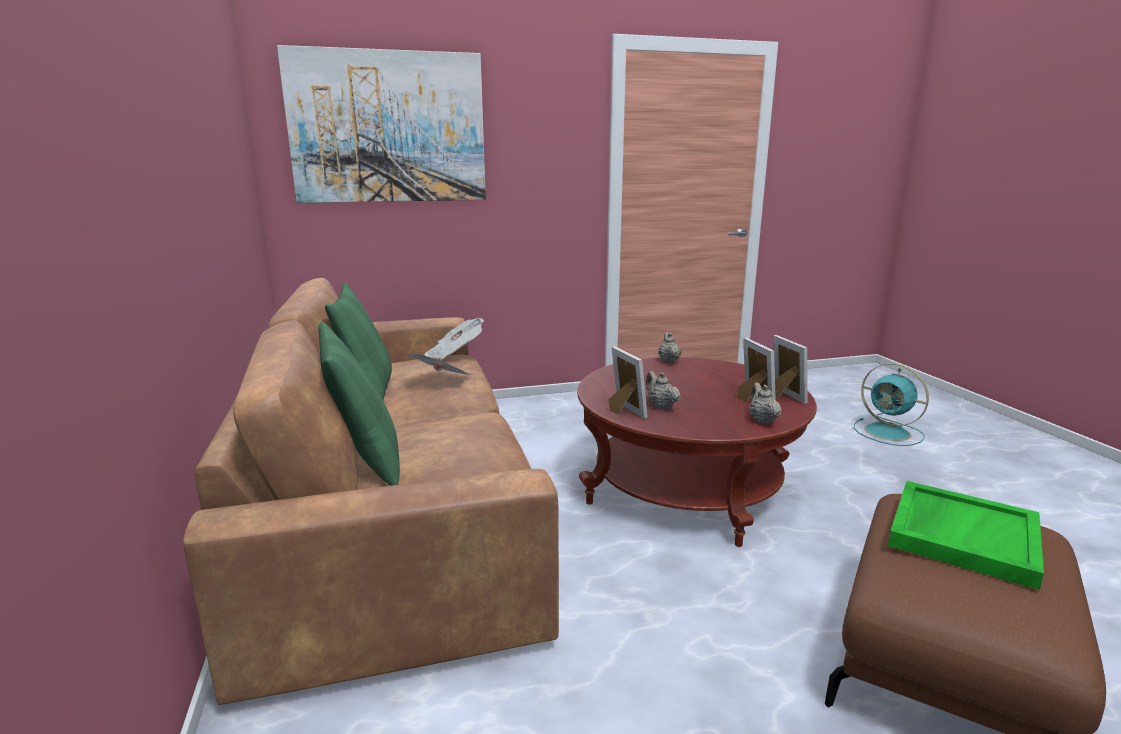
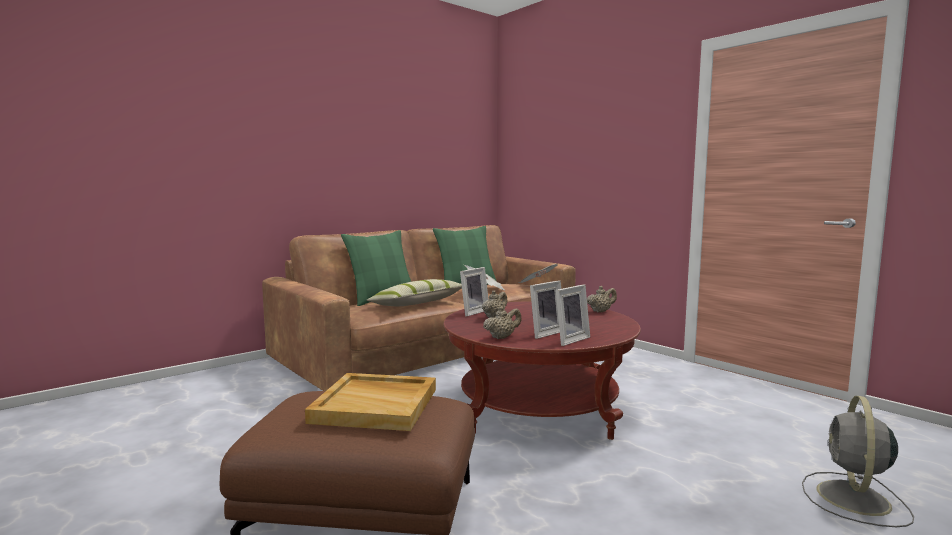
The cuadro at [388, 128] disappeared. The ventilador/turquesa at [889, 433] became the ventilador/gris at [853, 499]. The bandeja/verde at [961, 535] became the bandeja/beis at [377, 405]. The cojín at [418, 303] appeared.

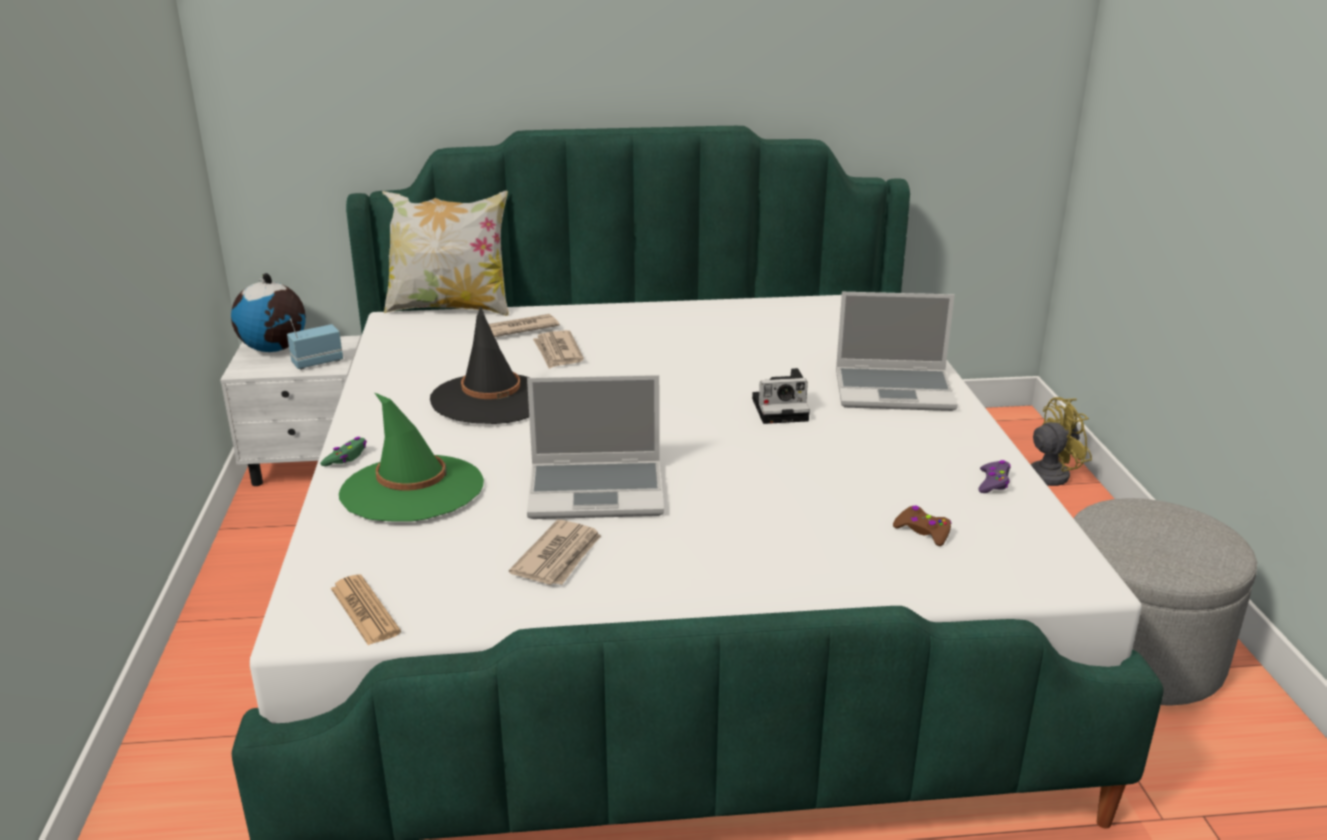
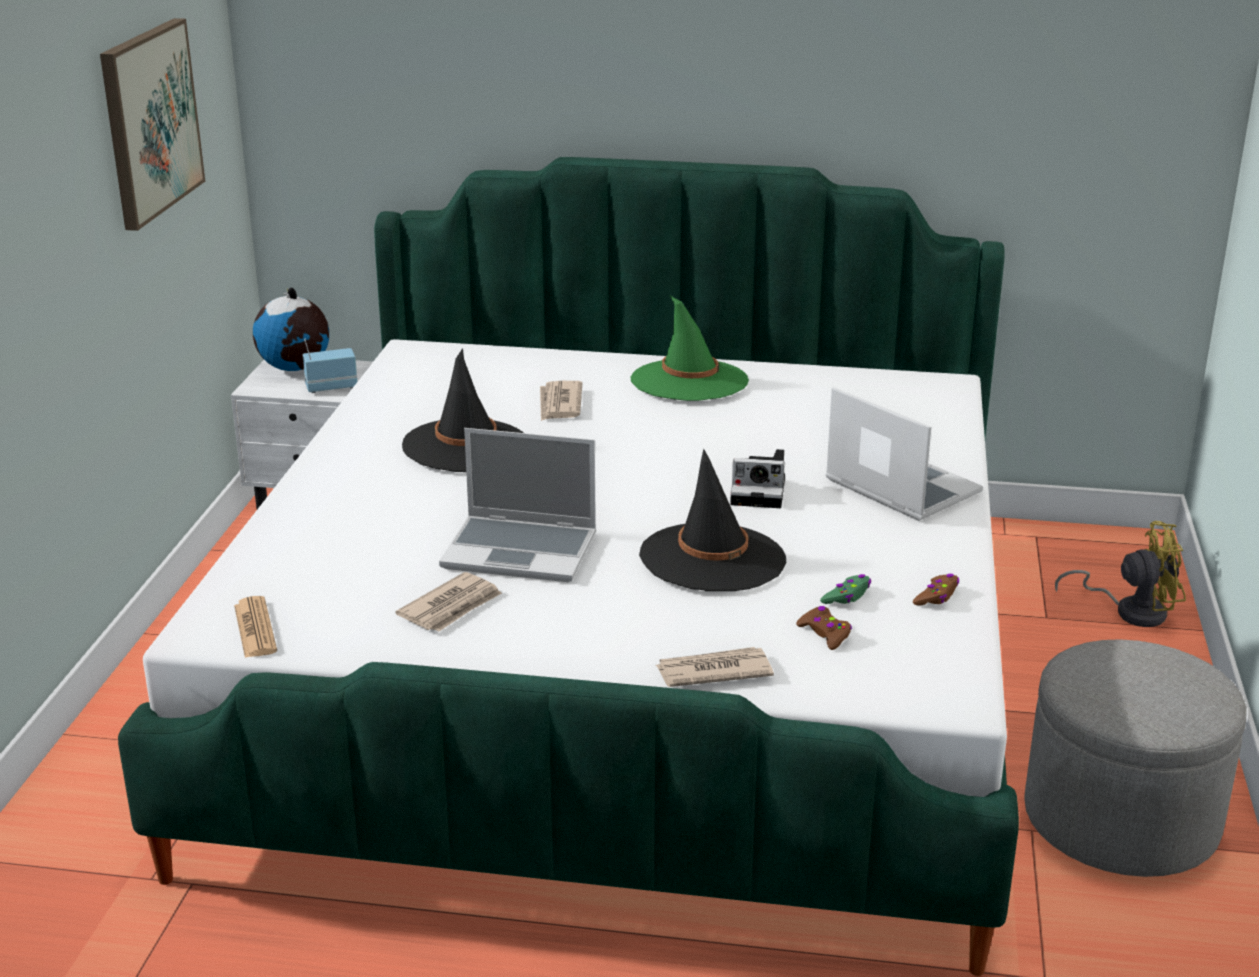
The cojín at [450, 307] disappeared. The portátil at [895, 390] turned 150 degrees counterclockwise. The periódico moved from [520, 329] to [712, 671]. The sombrero/verde moved from [412, 489] to [689, 381]. The mando de consola/verde moved from [346, 457] to [847, 596]. The mando de consola/morado at [993, 483] became the mando de consola/marrón at [936, 596]. The cuadro at [150, 121] appeared. The sombrero/negro at [712, 558] appeared.

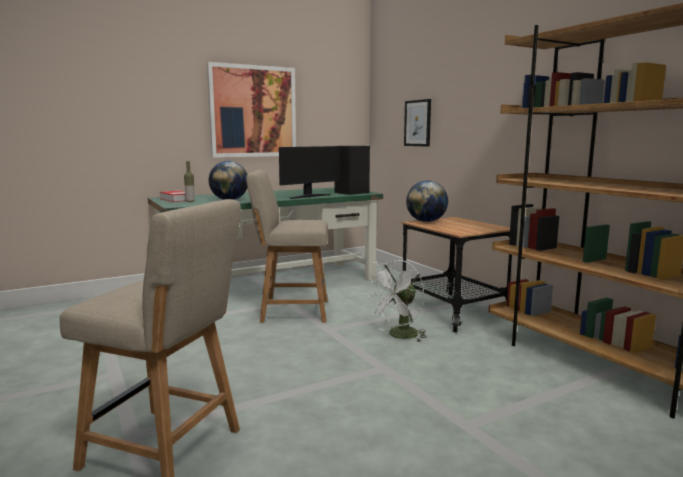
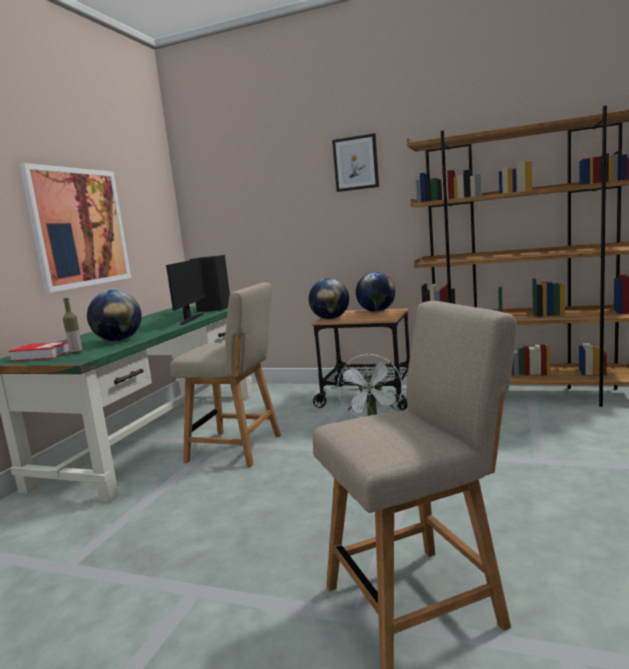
The cuadro moved from [417, 123] to [355, 163]. The silla/beis at [291, 311] turned 120 degrees counterclockwise. The globo terráqueo at [376, 311] appeared.

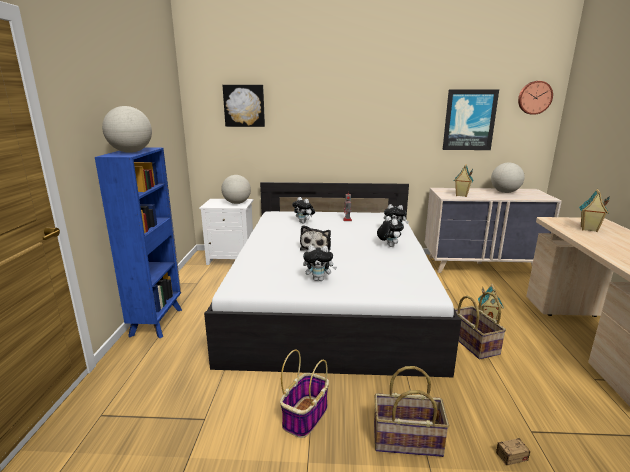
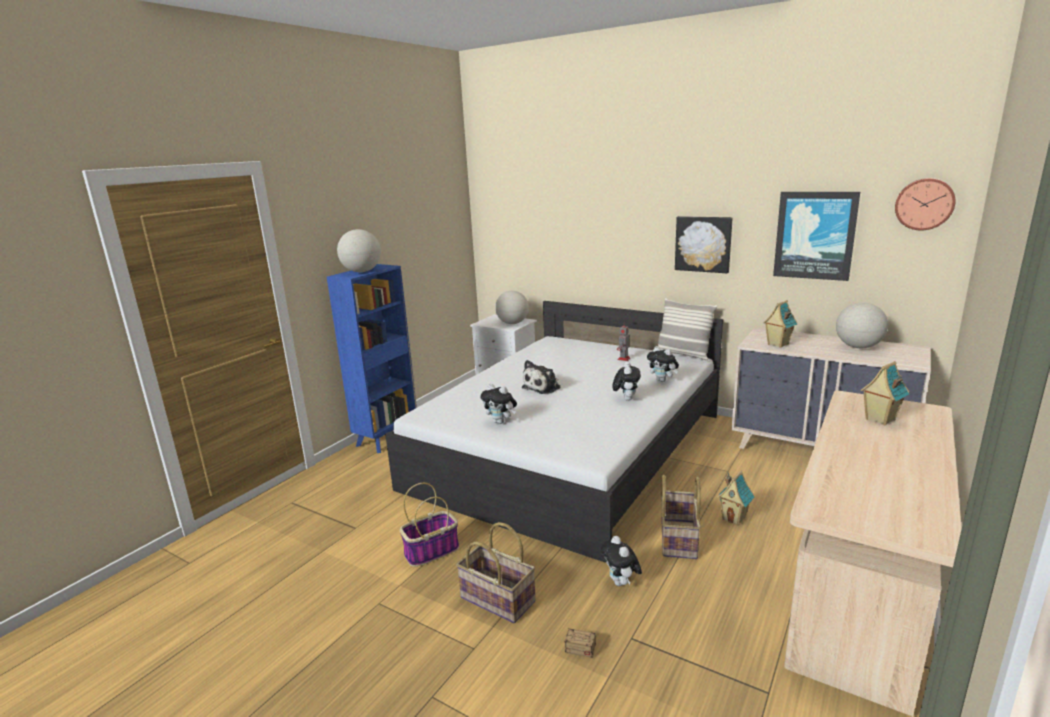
The cuadro moved from [244, 105] to [703, 244]. The peluche moved from [304, 222] to [621, 583]. The cojín at [683, 354] appeared.

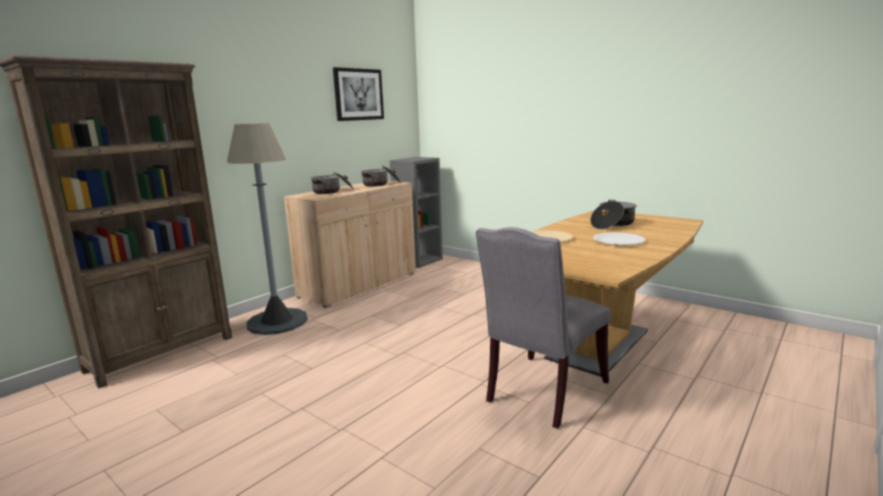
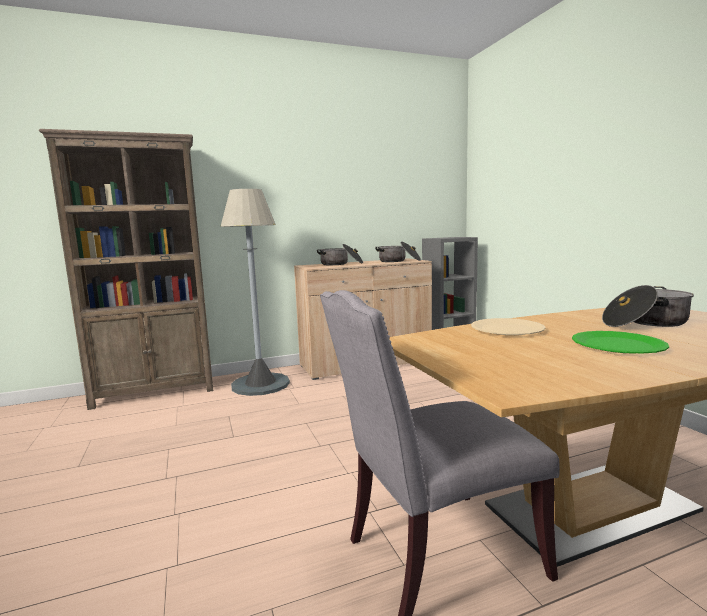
The cuadro at [358, 94] disappeared. The plato/blanco at [618, 241] became the plato/verde at [617, 345].

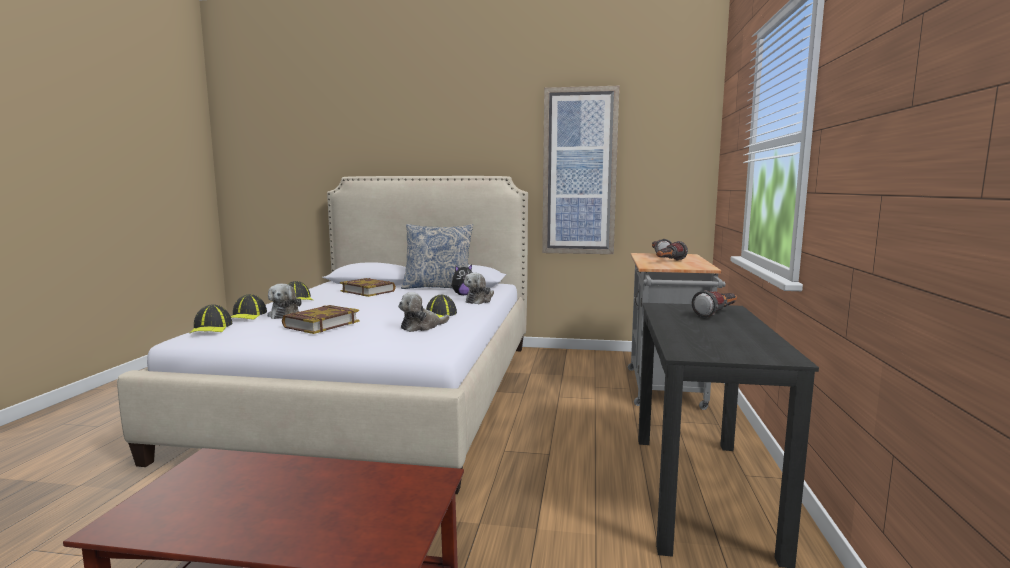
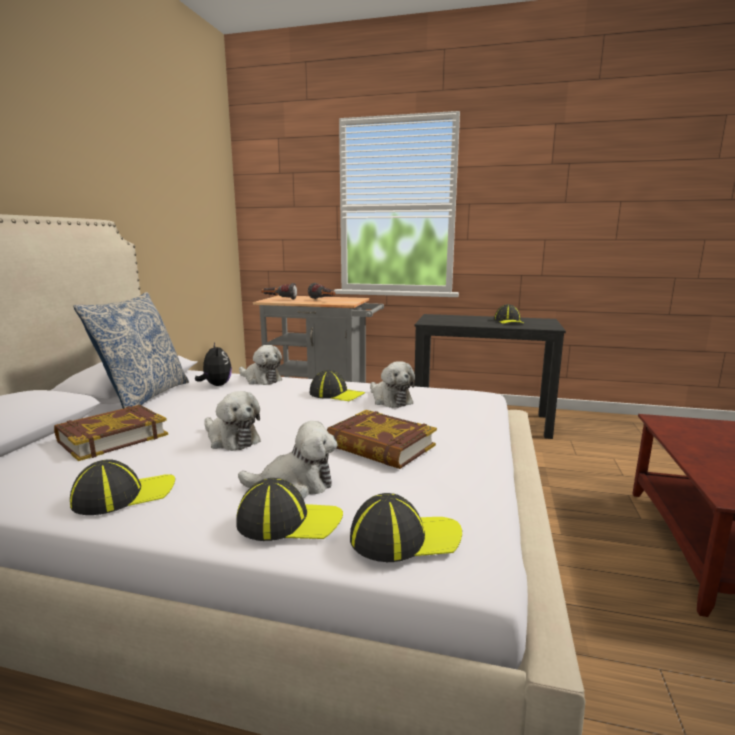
The cuadro at [579, 172] disappeared. The linterna at [717, 314] disappeared. The gorra at [509, 321] appeared. The peluche at [231, 439] appeared.

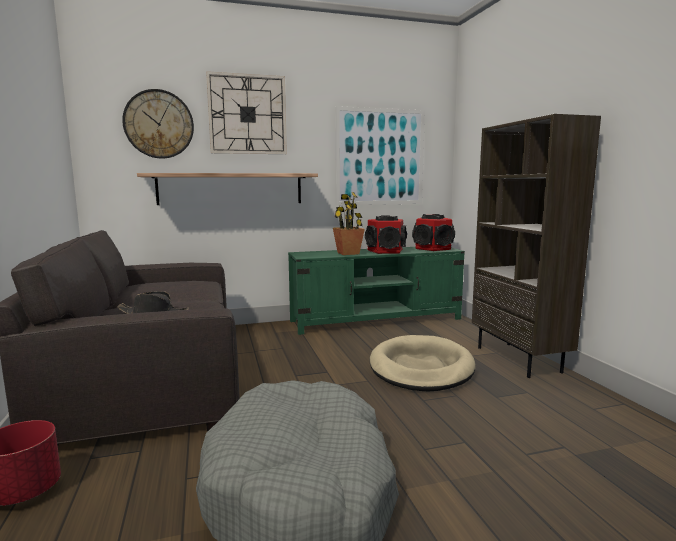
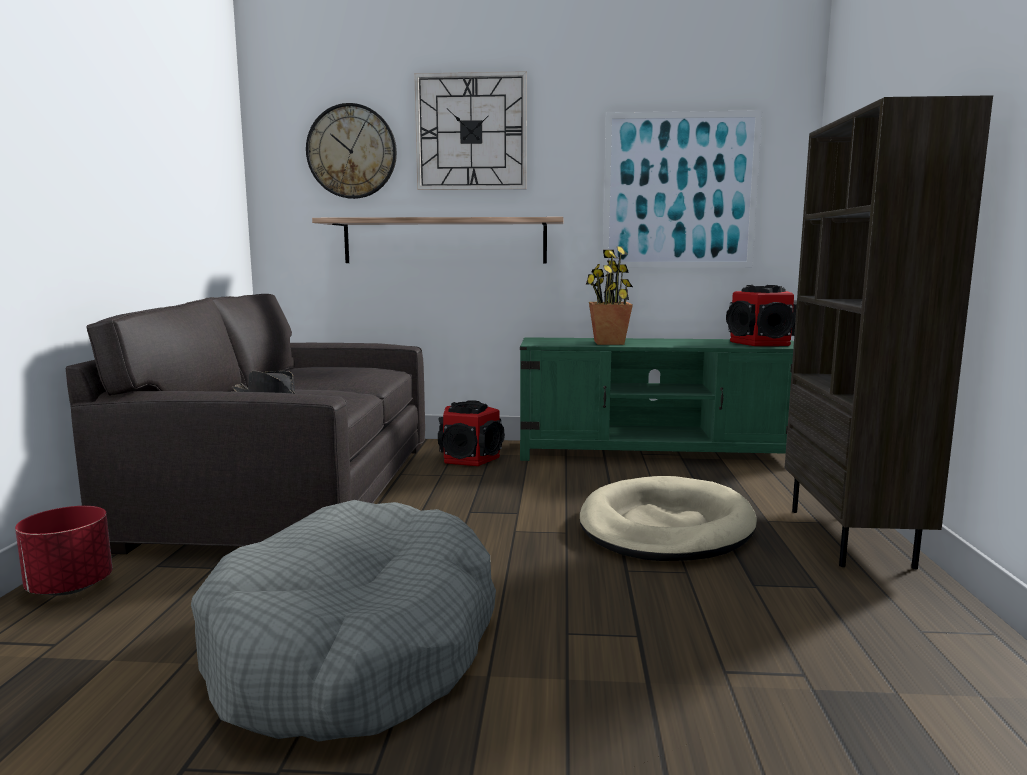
The altavoz moved from [386, 251] to [470, 458].

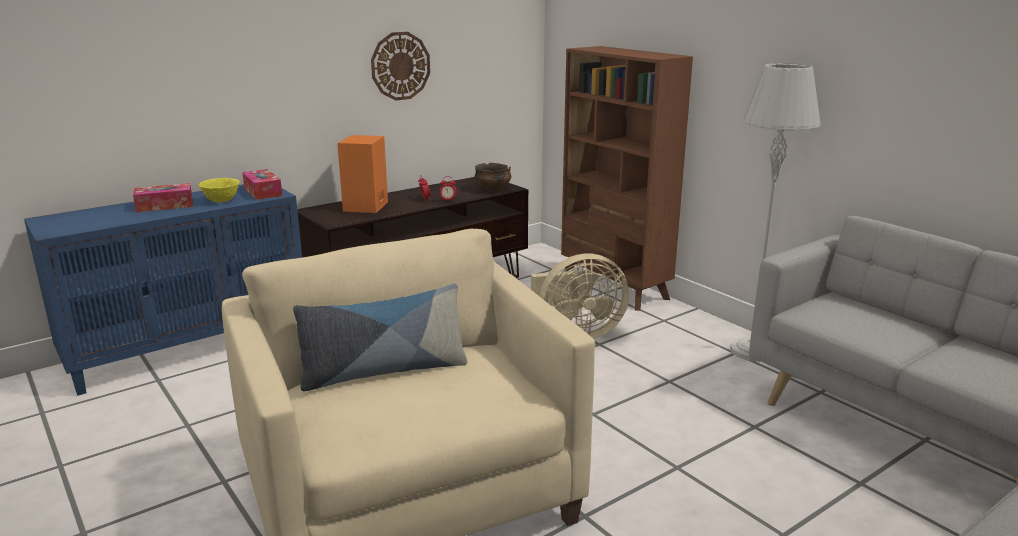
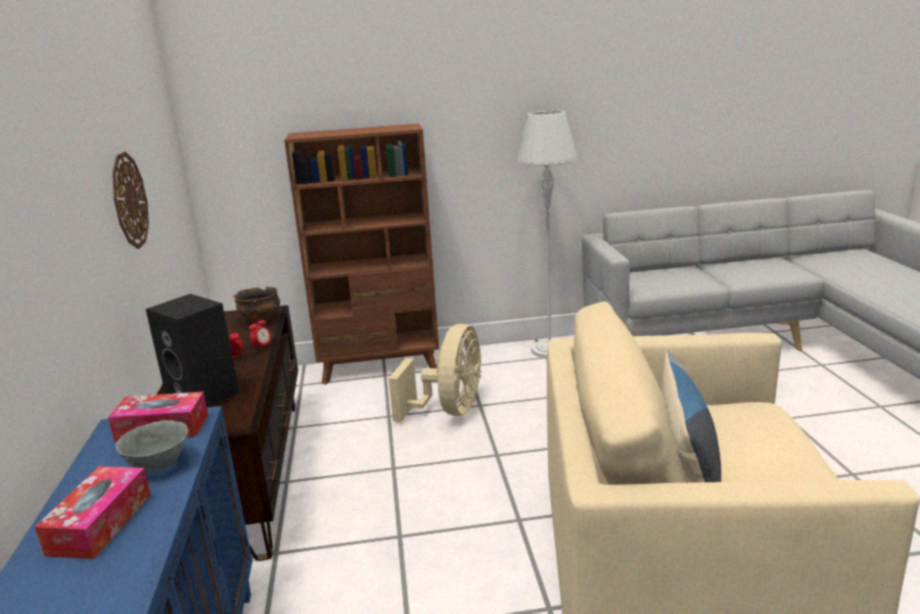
The altavoz/naranja at [366, 207] became the altavoz/negro at [205, 395]. The cuenco/amarillo at [221, 201] became the cuenco/gris at [159, 466].

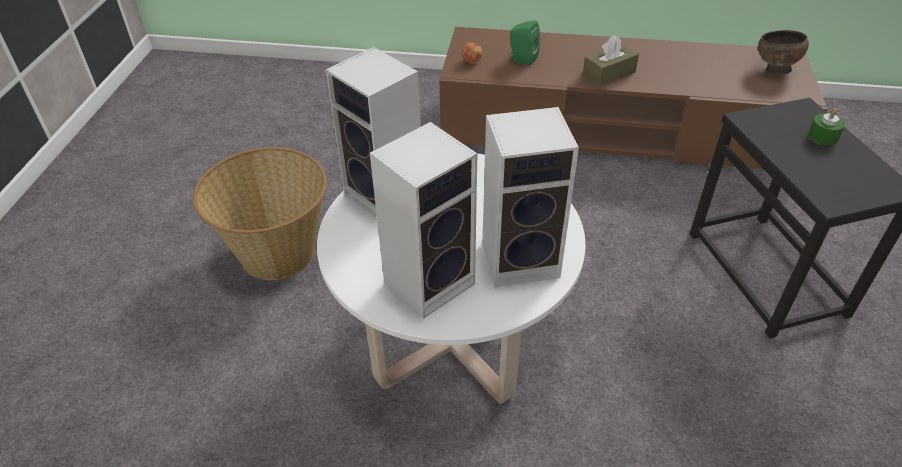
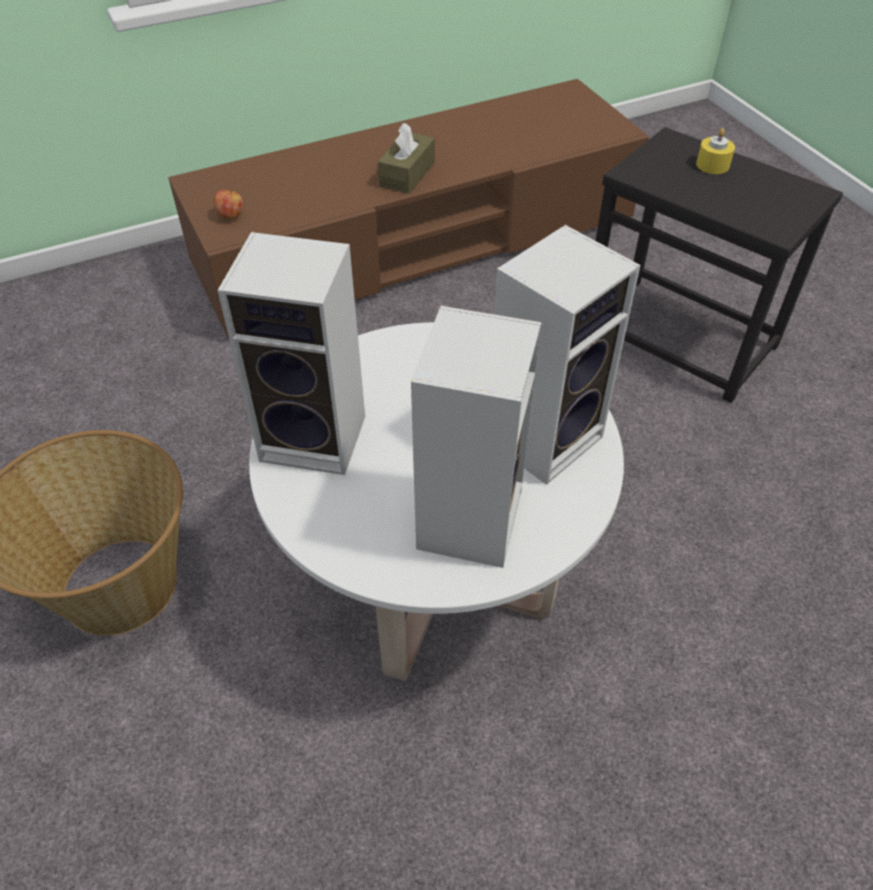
The altavoz/verde at [521, 59] disappeared. The cuenco/marrón at [774, 70] disappeared. The vela/verde at [823, 137] became the vela/amarillo at [712, 165].

